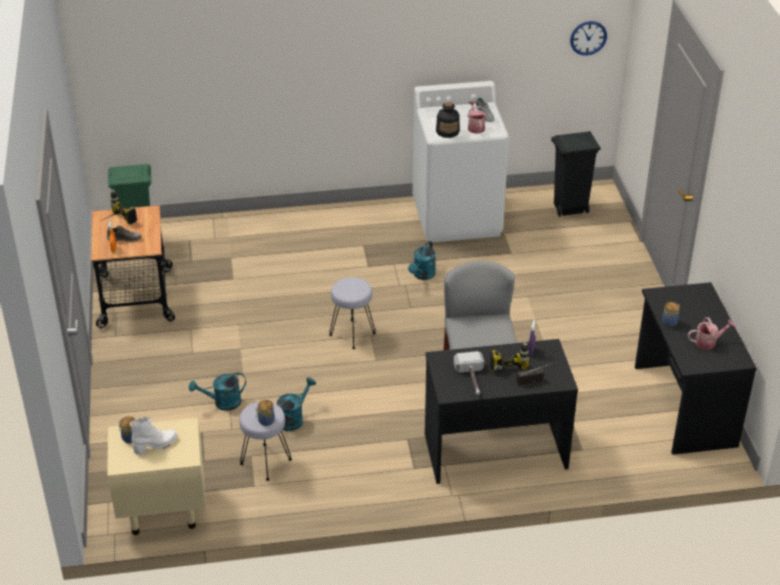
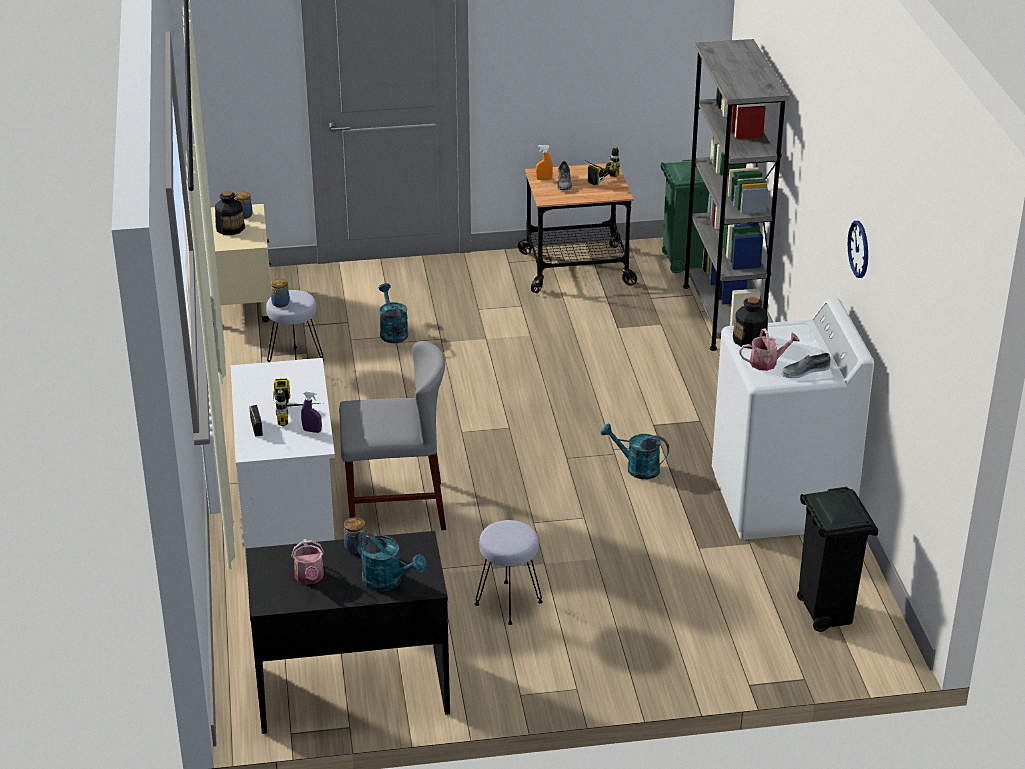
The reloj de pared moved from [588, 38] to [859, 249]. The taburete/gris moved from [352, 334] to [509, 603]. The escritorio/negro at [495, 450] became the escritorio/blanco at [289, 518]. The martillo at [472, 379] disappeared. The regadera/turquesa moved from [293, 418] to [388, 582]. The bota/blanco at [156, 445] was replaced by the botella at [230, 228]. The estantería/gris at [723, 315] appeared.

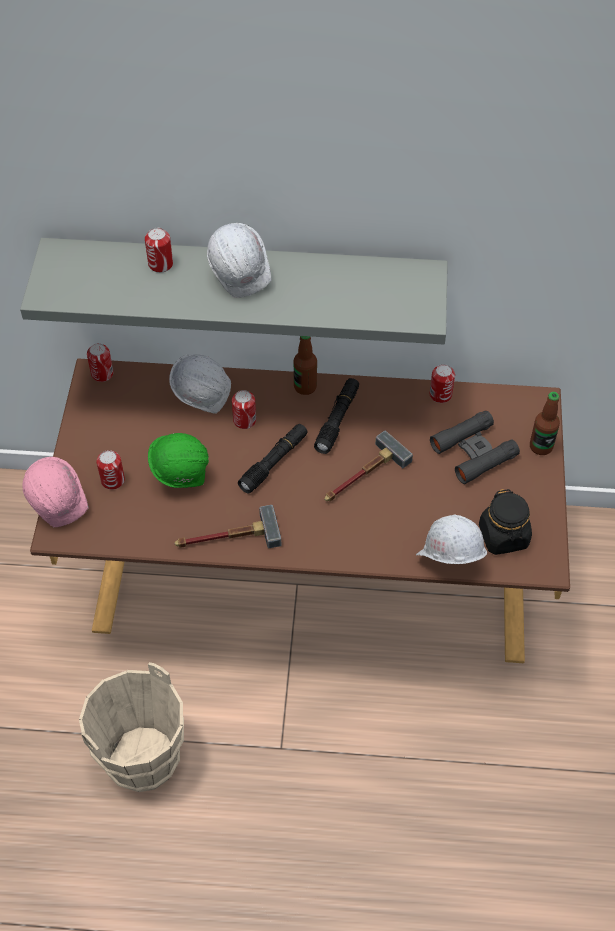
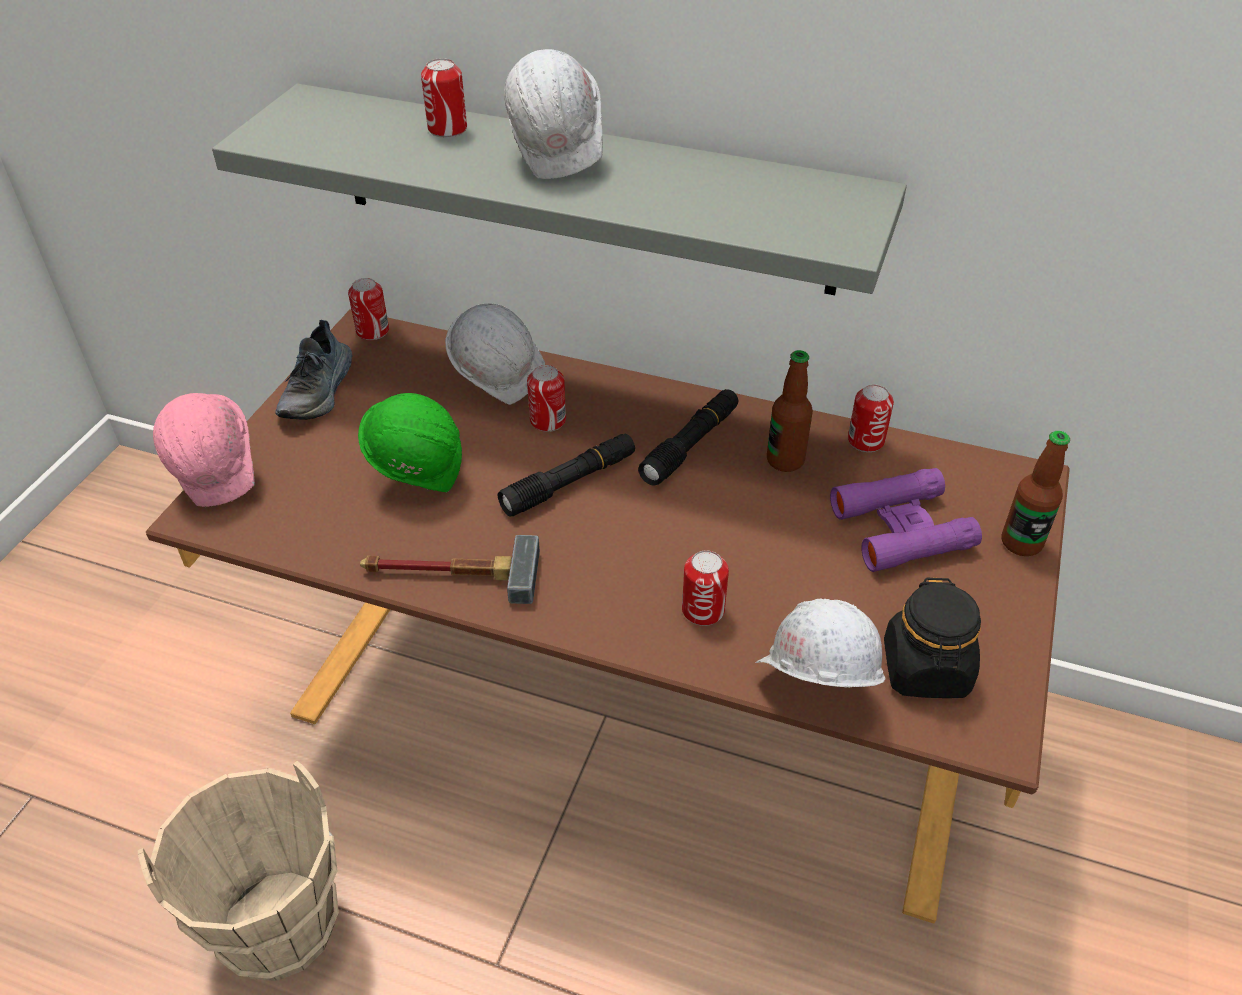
The botella moved from [305, 387] to [785, 460]. The prismáticos/negro at [473, 452] became the prismáticos/morado at [901, 529]. The martillo at [362, 476] disappeared. The lata moved from [113, 480] to [703, 610]. The zapato at [319, 391] appeared.

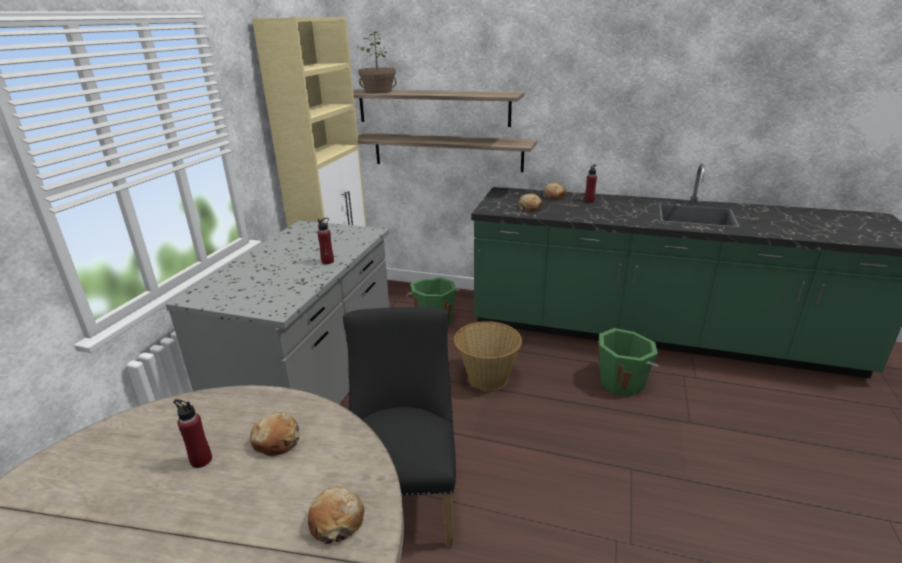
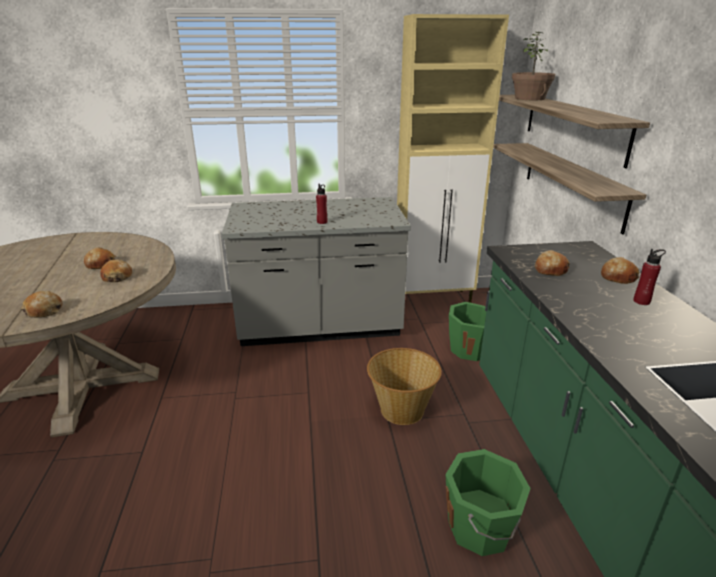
The silla/negro at [405, 496] disappeared. The botella/rojo at [201, 460] was replaced by the pan at [101, 264].

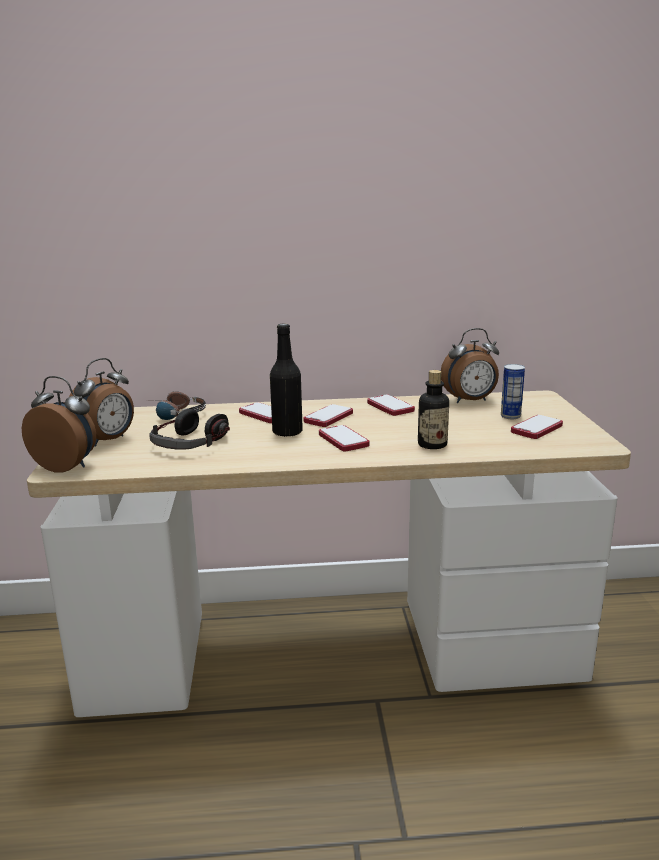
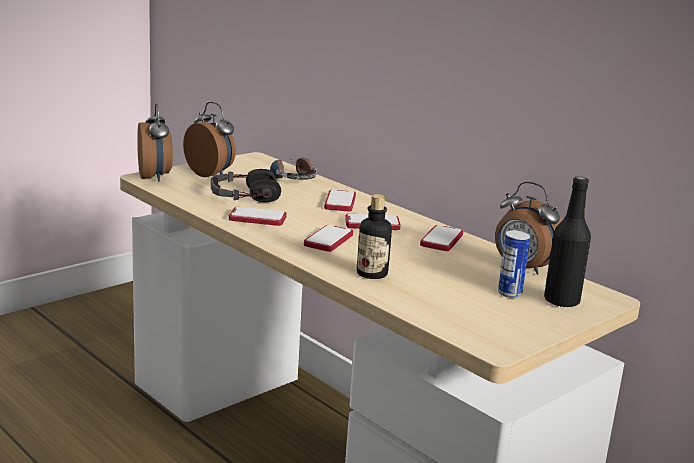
The botella/negro moved from [287, 432] to [561, 301]. The despertador at [107, 441] turned 135 degrees counterclockwise. The móvil moved from [536, 428] to [257, 218].

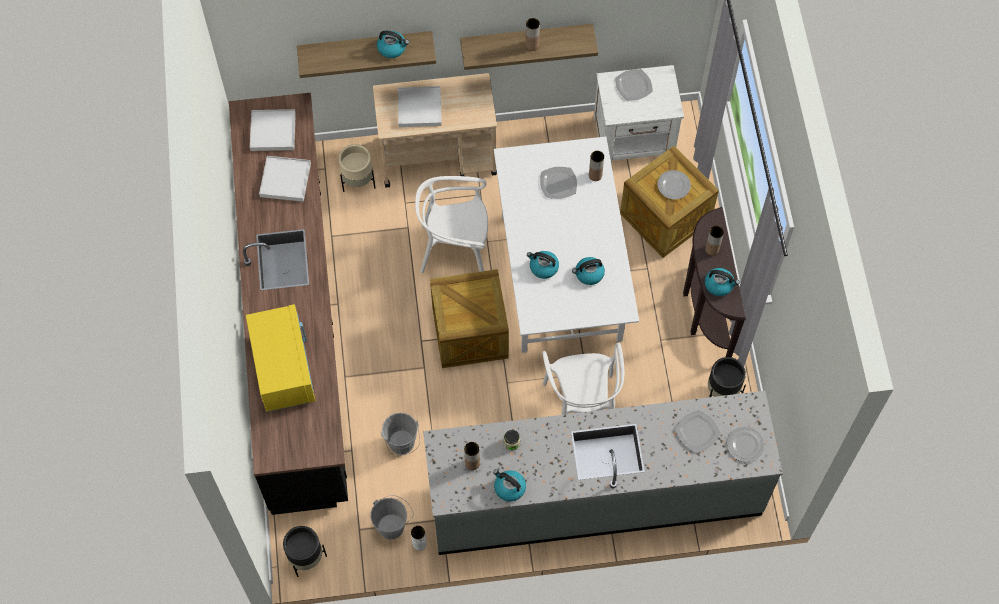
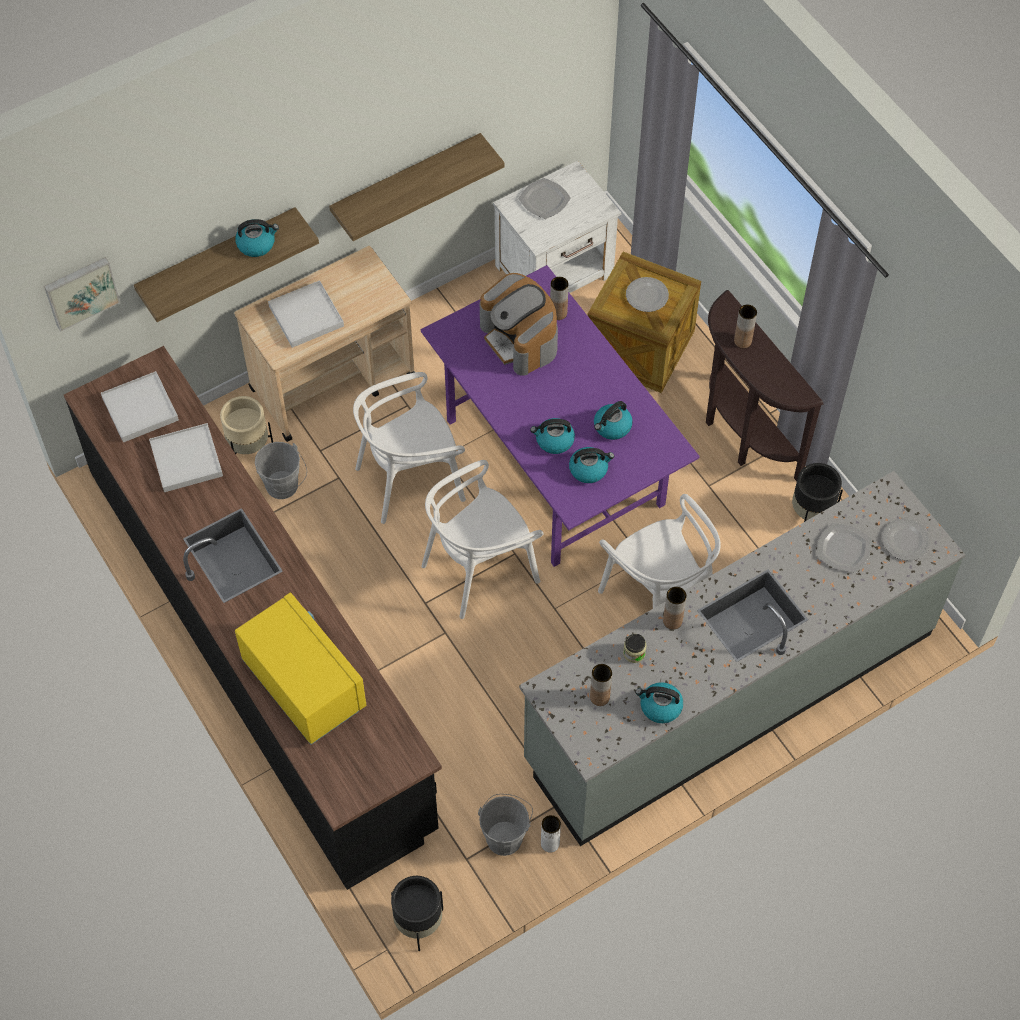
The florero/marrón moved from [532, 45] to [672, 621]. The mesa de comedor/blanco at [562, 278] became the mesa de comedor/morado at [556, 462]. The plato at [558, 184] was replaced by the cafetera at [520, 339]. The hervidor moved from [719, 285] to [589, 469]. The caja de embalaje at [470, 333] was replaced by the silla/blanco at [479, 569]. The cubo/gris moved from [402, 445] to [284, 488]. The cuadro at [81, 291] appeared.

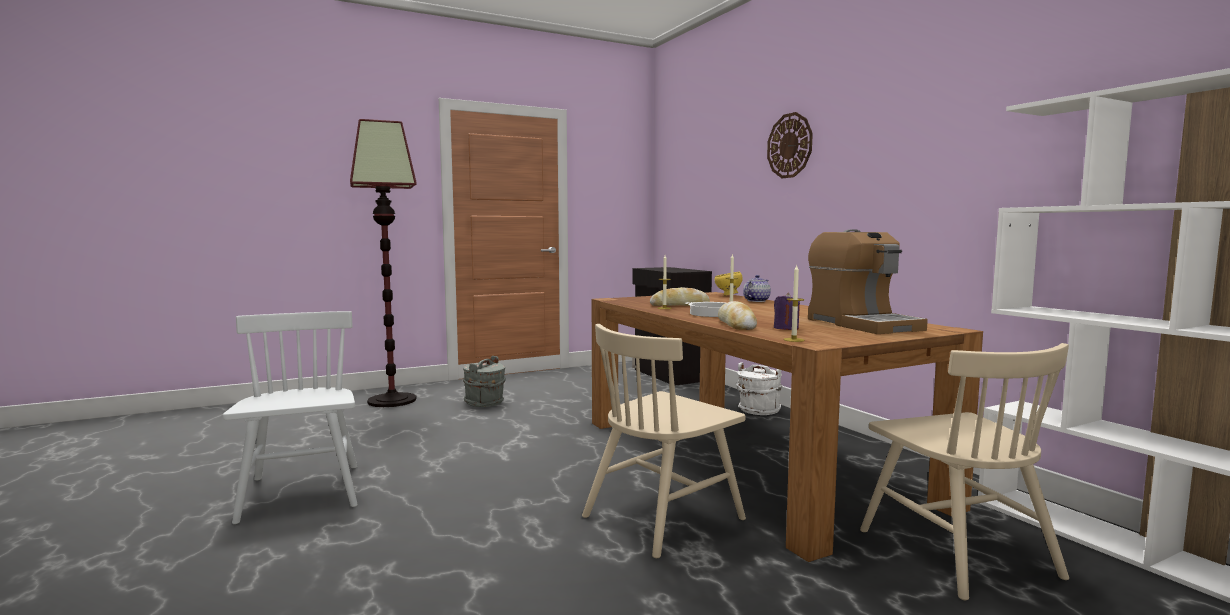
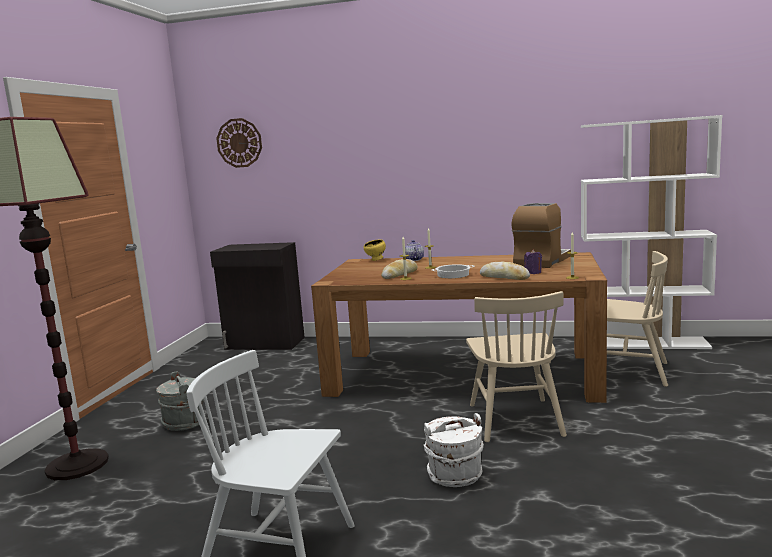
The reloj de pared moved from [790, 145] to [239, 143]. The cafetera at [861, 324] turned 75 degrees counterclockwise. The cubo/blanco moved from [758, 410] to [455, 475].

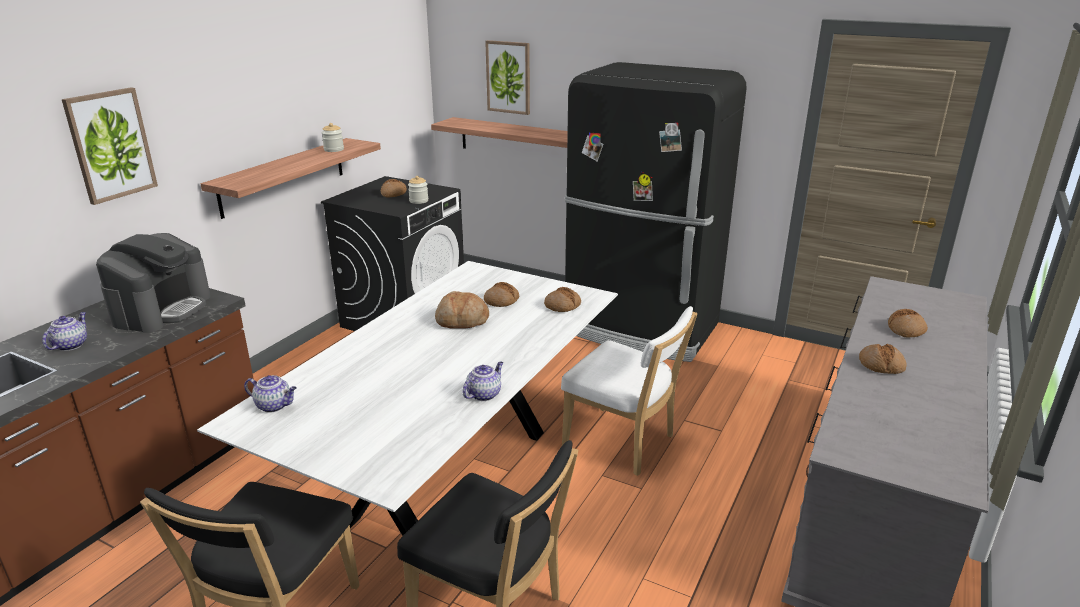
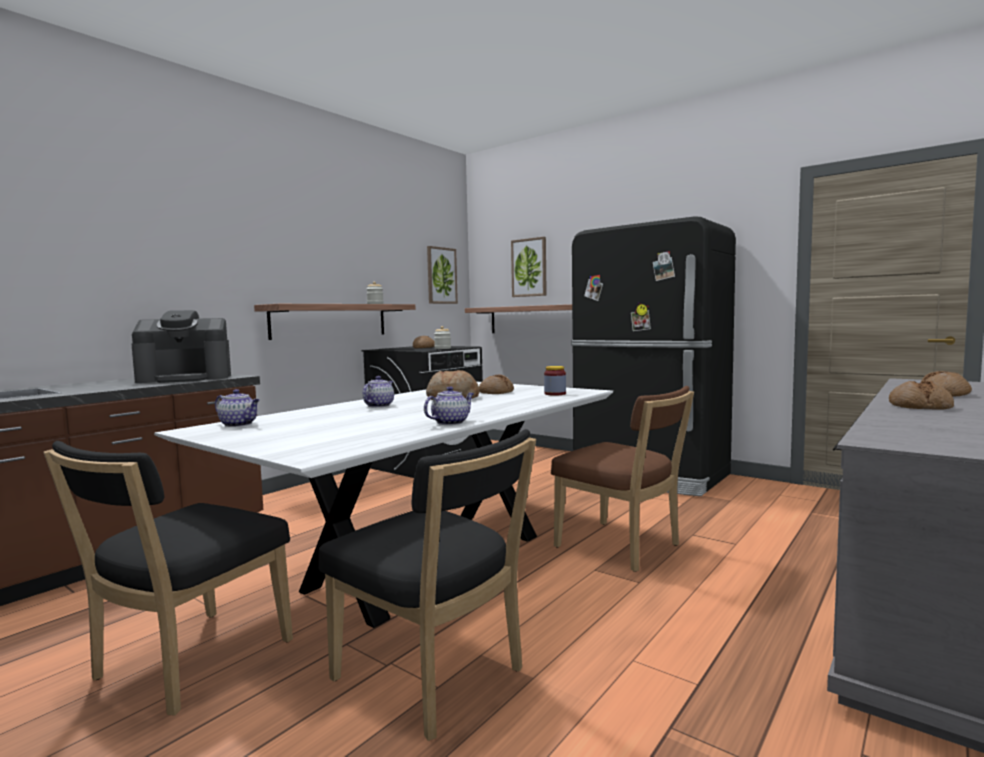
The cuadro moved from [110, 145] to [441, 275]. The cafetera at [162, 309] turned 45 degrees clockwise. The pan at [562, 305] was replaced by the tarro at [555, 394]. The silla/blanco at [623, 443] became the silla/marrón at [622, 548]. The tetera moved from [71, 345] to [379, 406].

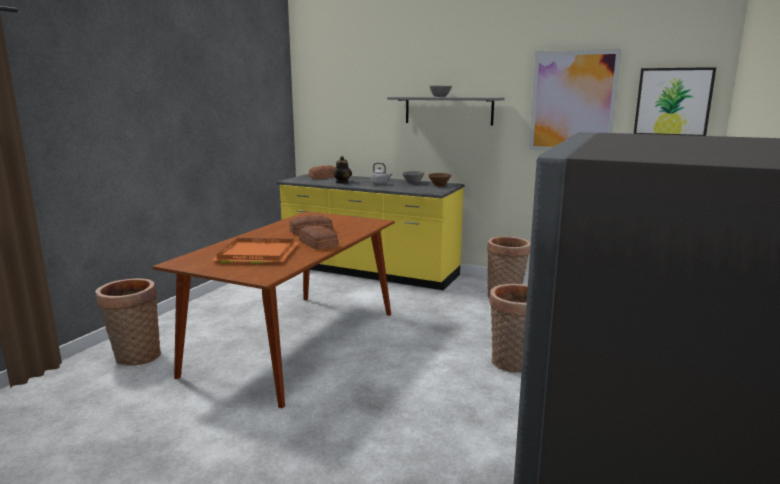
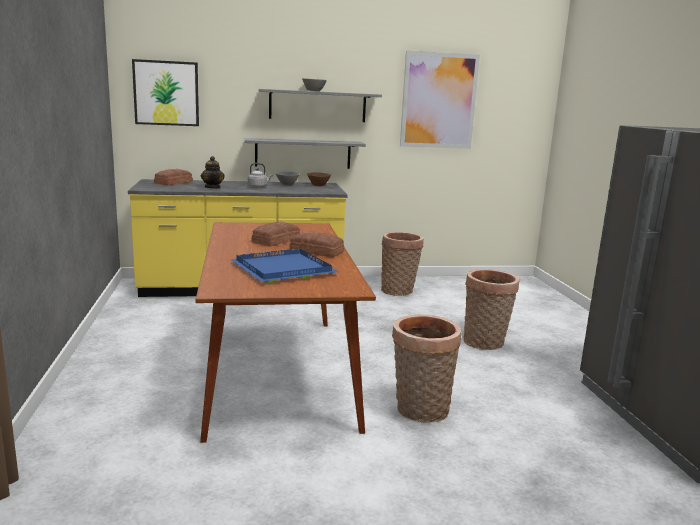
The cuadro moved from [673, 102] to [166, 93]. The bandeja/naranja at [255, 254] became the bandeja/azul at [282, 270]. The cesta moved from [135, 356] to [420, 411]. The estante/gris at [303, 153] appeared.

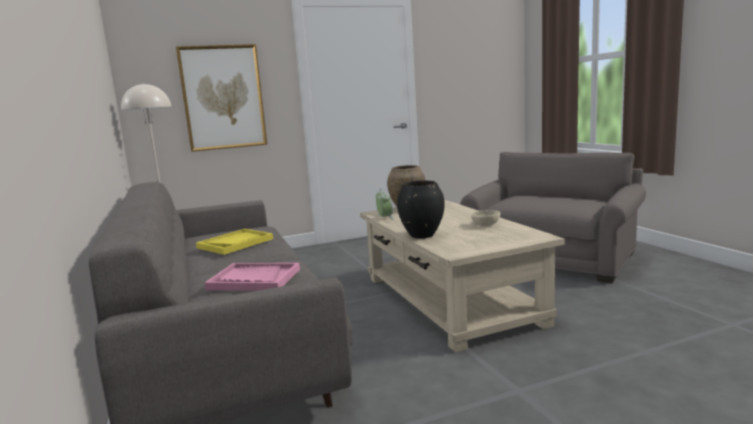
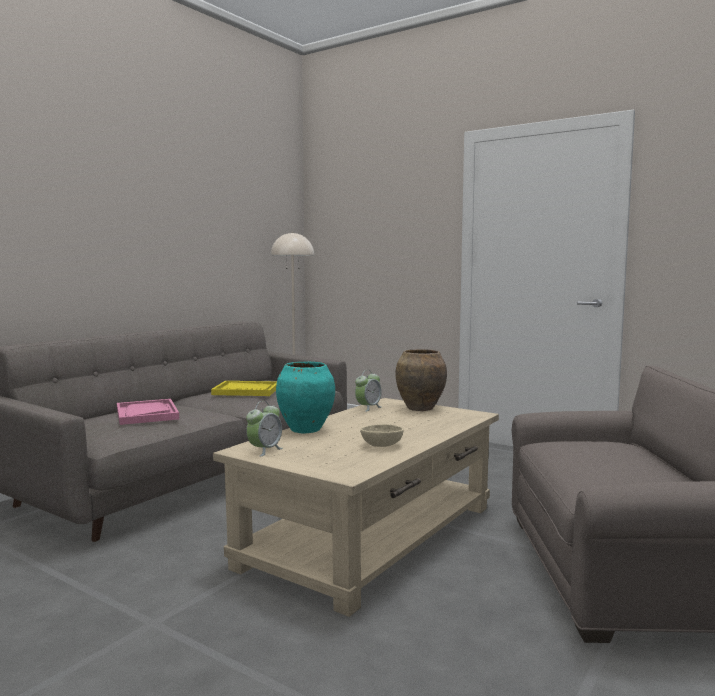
The cuadro at [223, 97] disappeared. The florero/negro at [421, 235] became the florero/turquesa at [305, 430]. The despertador at [265, 450] appeared.

